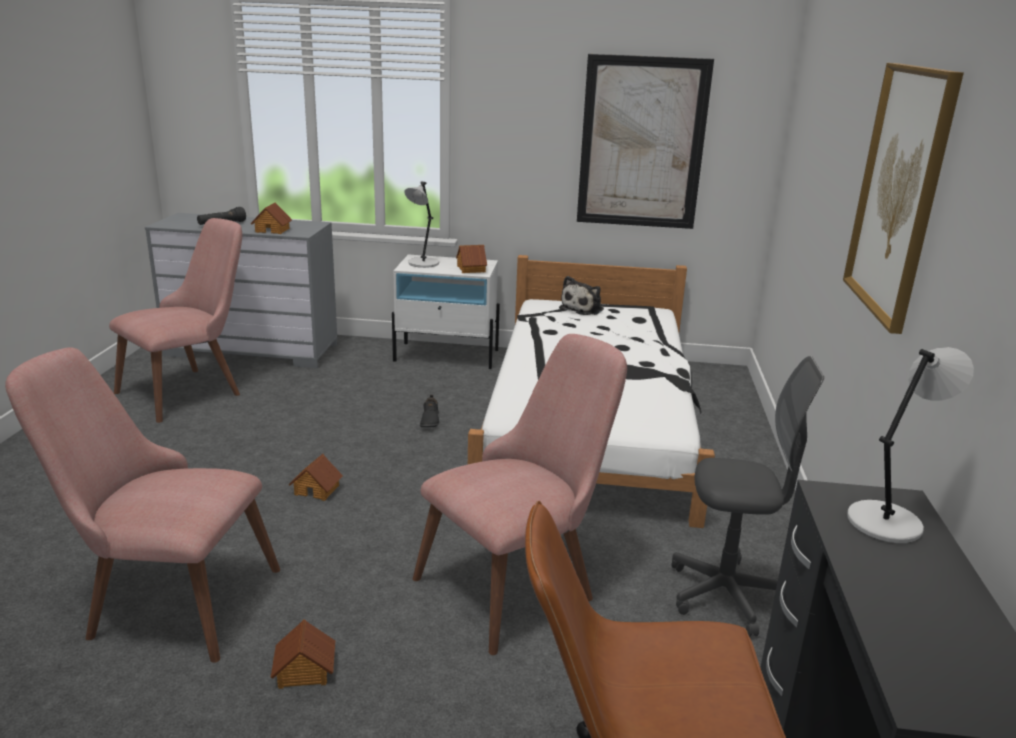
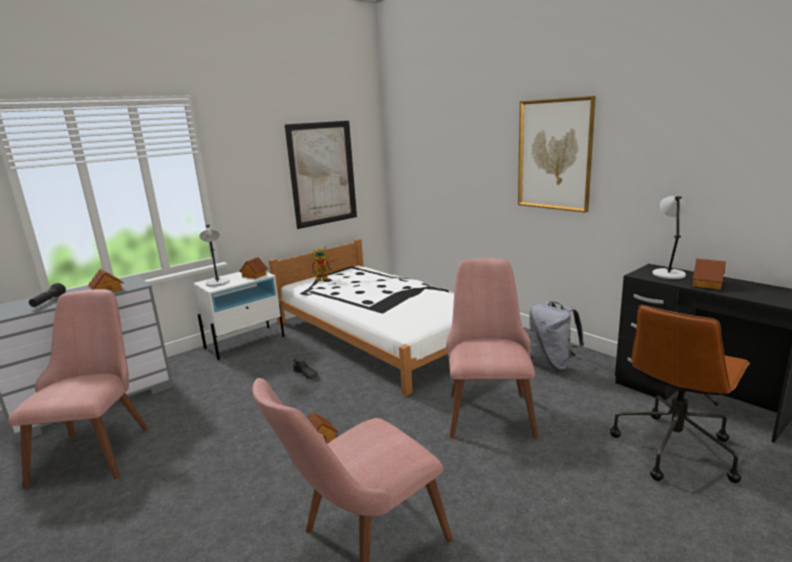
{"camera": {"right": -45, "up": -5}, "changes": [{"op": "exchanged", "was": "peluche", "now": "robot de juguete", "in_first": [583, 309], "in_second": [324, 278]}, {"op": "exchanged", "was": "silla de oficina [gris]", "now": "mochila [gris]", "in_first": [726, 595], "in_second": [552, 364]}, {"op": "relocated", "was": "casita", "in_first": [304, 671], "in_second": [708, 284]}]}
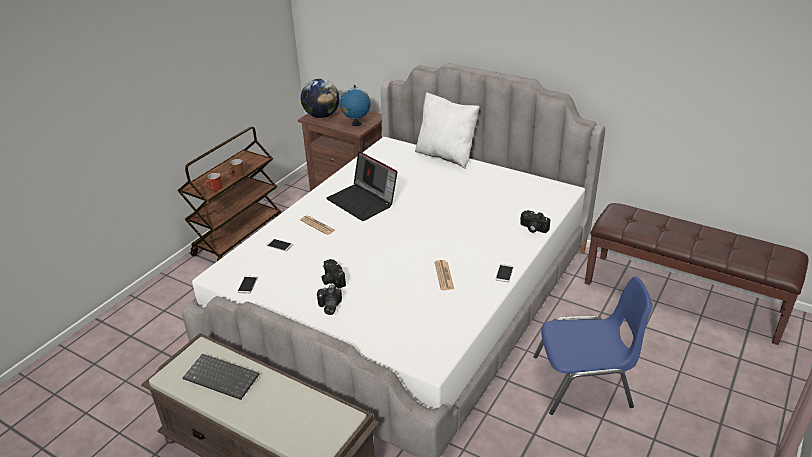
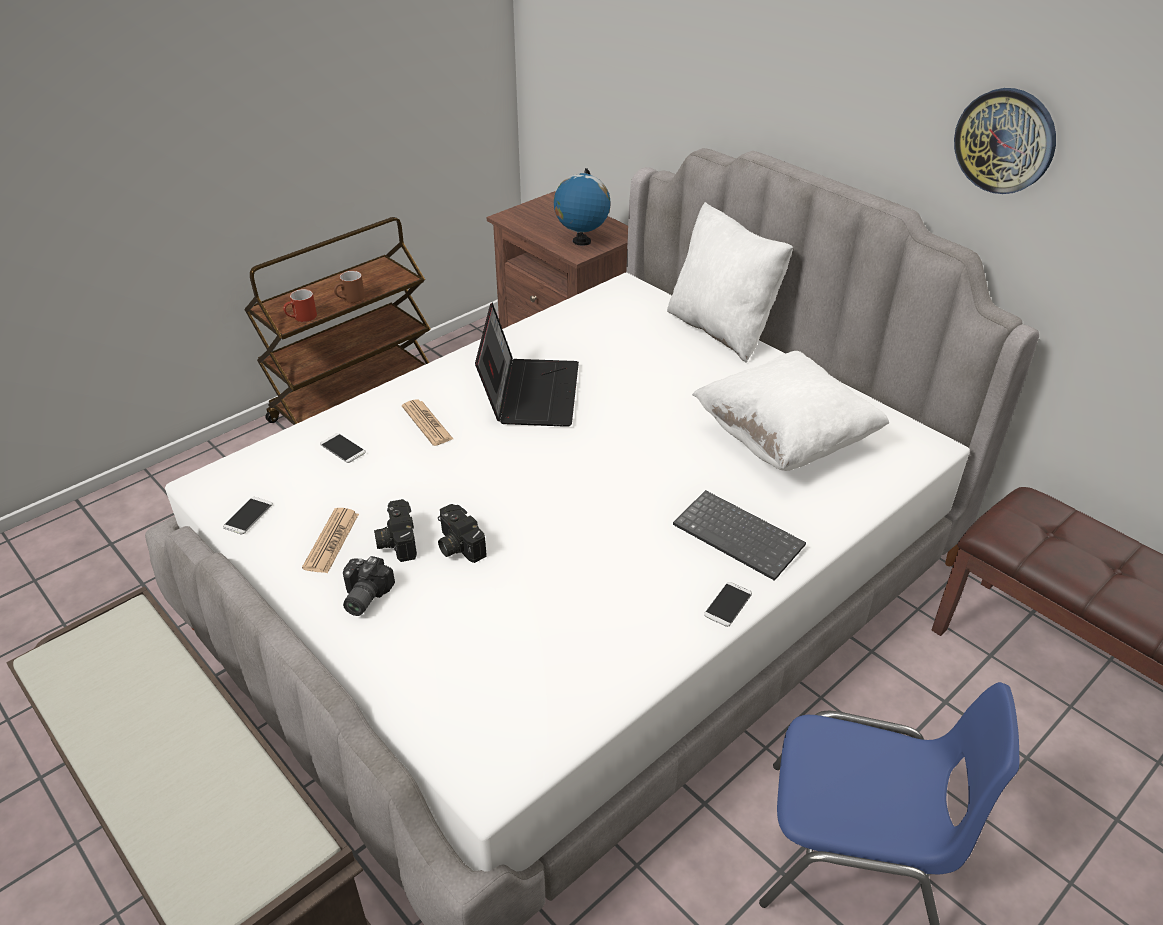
{"camera": {"right": 15, "up": 5}, "changes": [{"op": "relocated", "was": "periódico", "in_first": [444, 275], "in_second": [331, 541]}, {"op": "relocated", "was": "cámara", "in_first": [532, 228], "in_second": [457, 545]}, {"op": "spun", "was": "portátil", "in_first": [363, 202], "in_second": [529, 392], "clockwise": -150}, {"op": "relocated", "was": "teclado", "in_first": [223, 377], "in_second": [740, 536]}, {"op": "appeared", "now": "cojín [blanco]", "in_second": [784, 439]}, {"op": "appeared", "now": "reloj de pared", "in_second": [1005, 141]}, {"op": "missing", "was": "globo terráqueo", "in_first": [322, 116]}]}
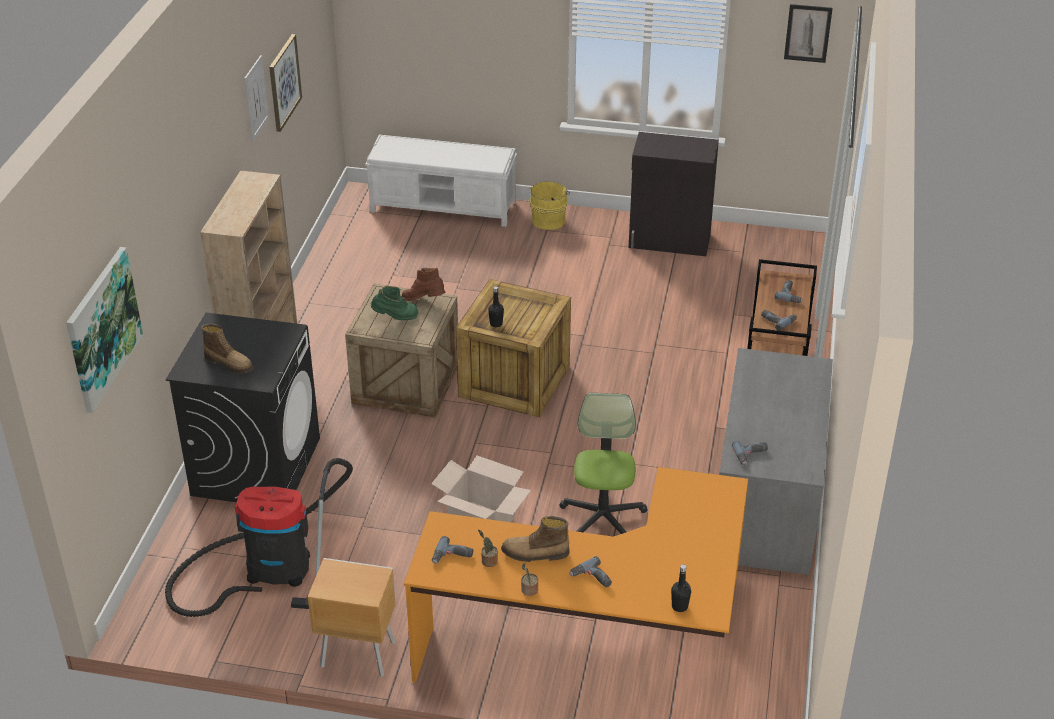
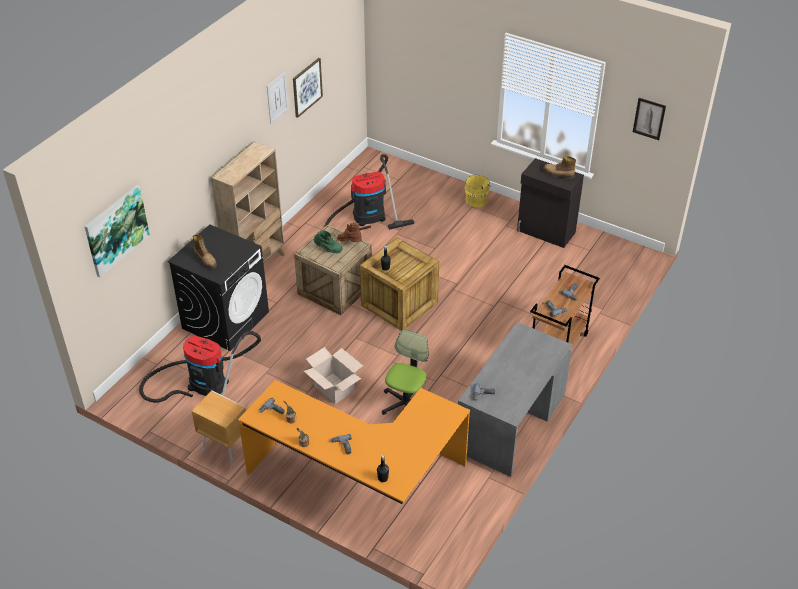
{"camera": {"right": 20, "up": 5}, "changes": [{"op": "appeared", "now": "aspiradora", "in_second": [365, 218]}, {"op": "relocated", "was": "bota", "in_first": [535, 554], "in_second": [558, 174]}, {"op": "missing", "was": "banco [blanco]", "in_first": [444, 206]}]}
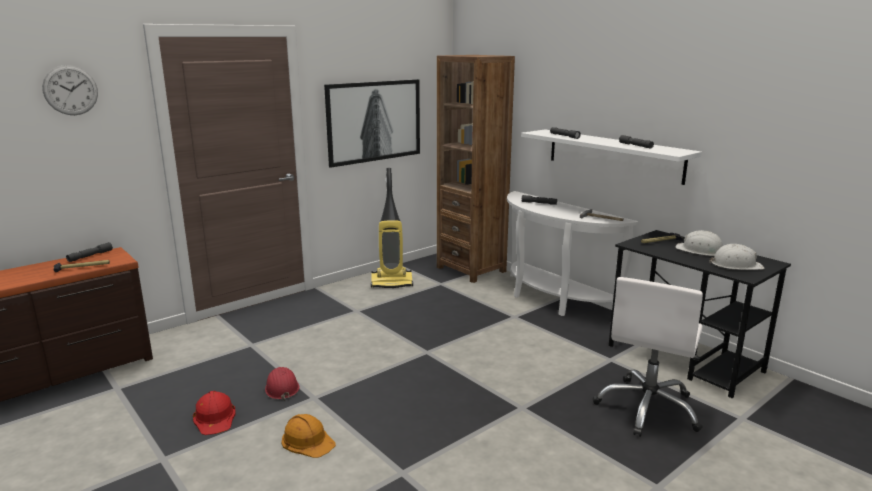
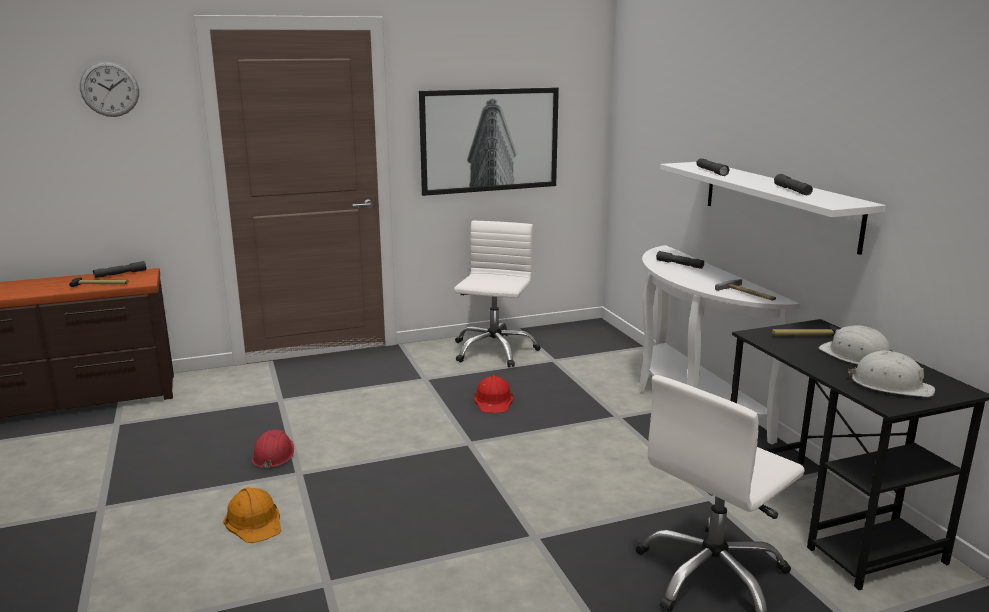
{"camera": {"right": 20, "up": 0}, "changes": [{"op": "exchanged", "was": "aspiradora", "now": "silla de oficina [blanco]", "in_first": [392, 282], "in_second": [493, 350]}, {"op": "relocated", "was": "casco [rojo]", "in_first": [215, 417], "in_second": [494, 400]}, {"op": "missing", "was": "estantería [marrón]", "in_first": [471, 269]}]}
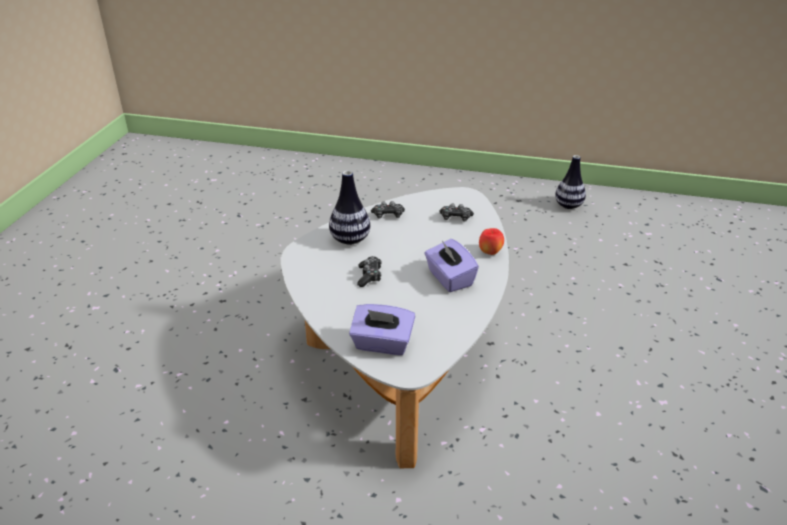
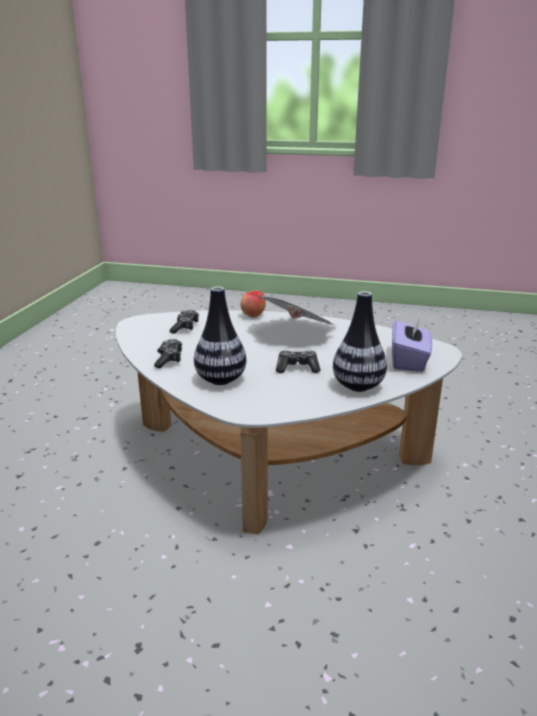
{"camera": {"right": -90, "up": -10}, "changes": [{"op": "exchanged", "was": "caja de pañuelos [morado]", "now": "periódico", "in_first": [449, 278], "in_second": [298, 333]}, {"op": "relocated", "was": "florero", "in_first": [568, 206], "in_second": [358, 386]}]}
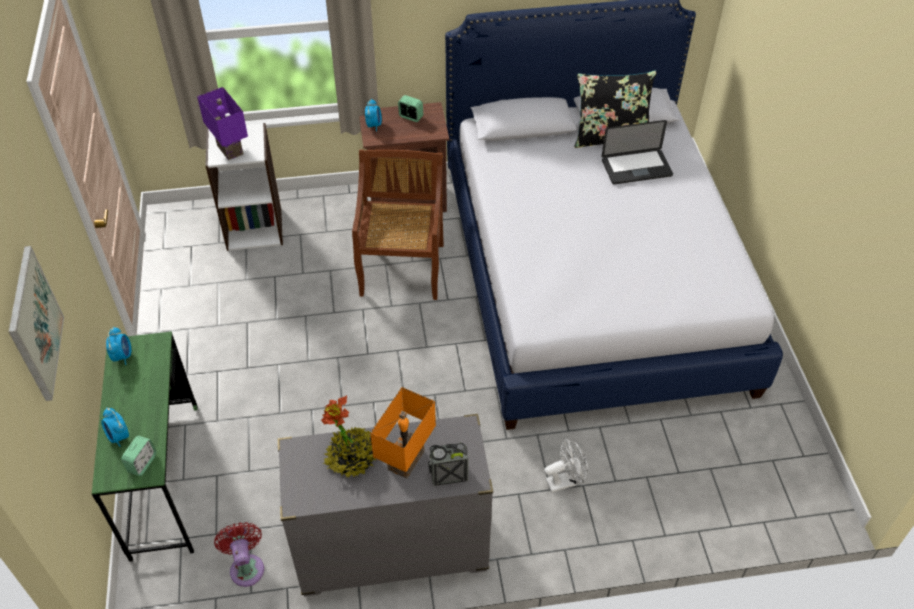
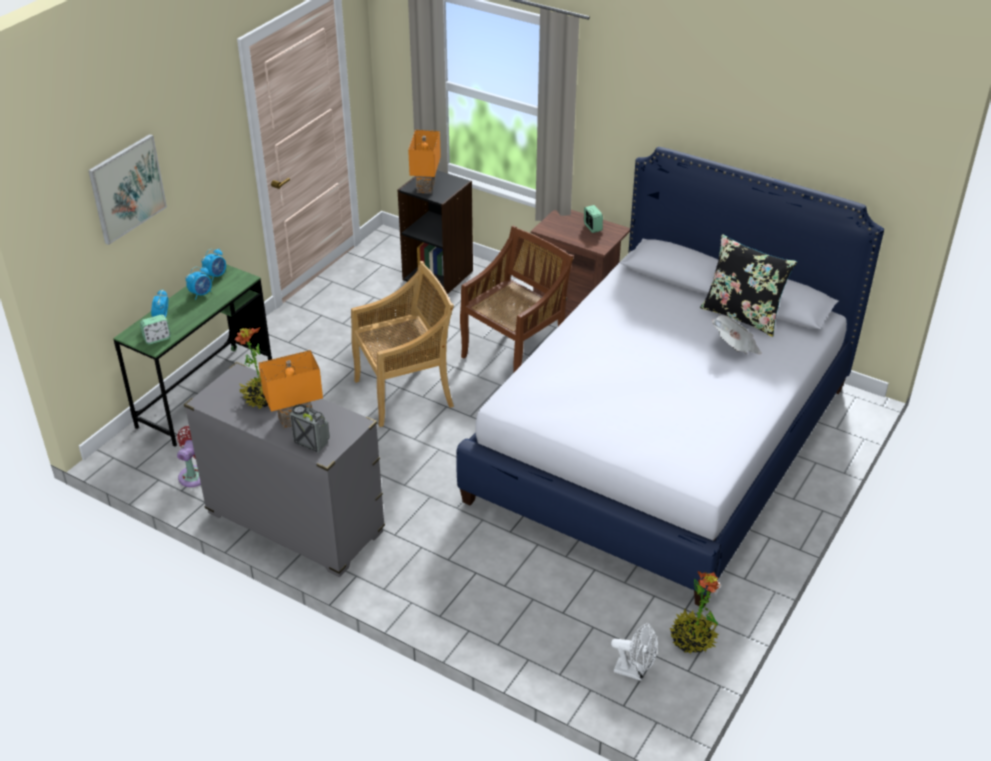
{"camera": {"right": 40, "up": -10}, "changes": [{"op": "relocated", "was": "despertador", "in_first": [374, 125], "in_second": [201, 294]}, {"op": "appeared", "now": "silla [beis]", "in_second": [405, 392]}, {"op": "colour", "was": "estantería [blanco]", "now": "estantería [negro]", "in_first": [254, 228], "in_second": [438, 275]}, {"op": "colour", "was": "lámpara de mesa [morado]", "now": "lámpara de mesa [naranja]", "in_first": [231, 149], "in_second": [427, 187]}, {"op": "relocated", "was": "ventilador [blanco]", "in_first": [565, 481], "in_second": [635, 671]}, {"op": "appeared", "now": "planta en maceta", "in_second": [692, 639]}, {"op": "exchanged", "was": "portátil", "now": "periódico", "in_first": [636, 168], "in_second": [735, 347]}]}
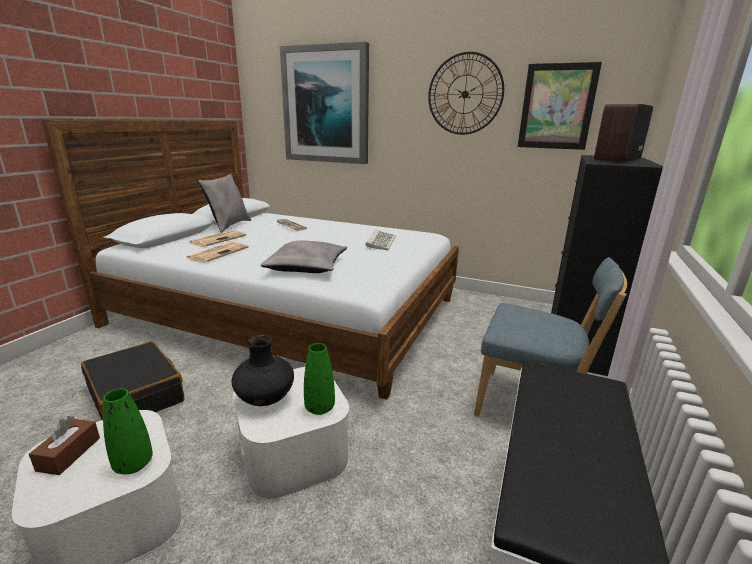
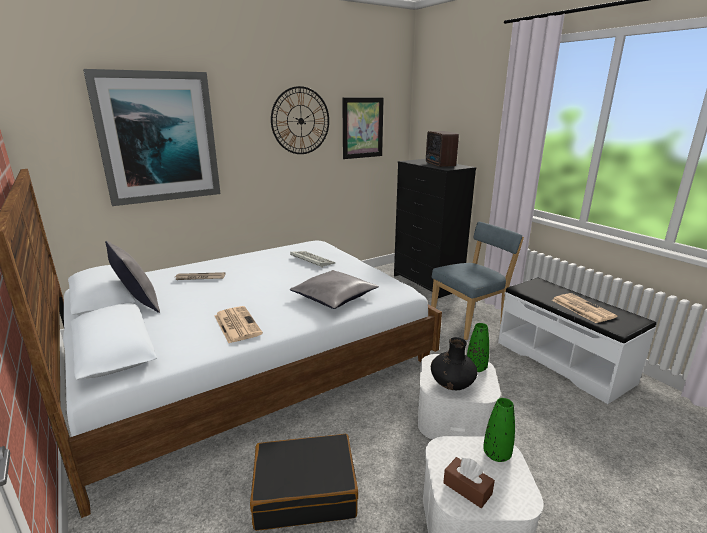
{"camera": {"right": -55, "up": 0}, "changes": [{"op": "relocated", "was": "periódico", "in_first": [218, 239], "in_second": [581, 308]}]}
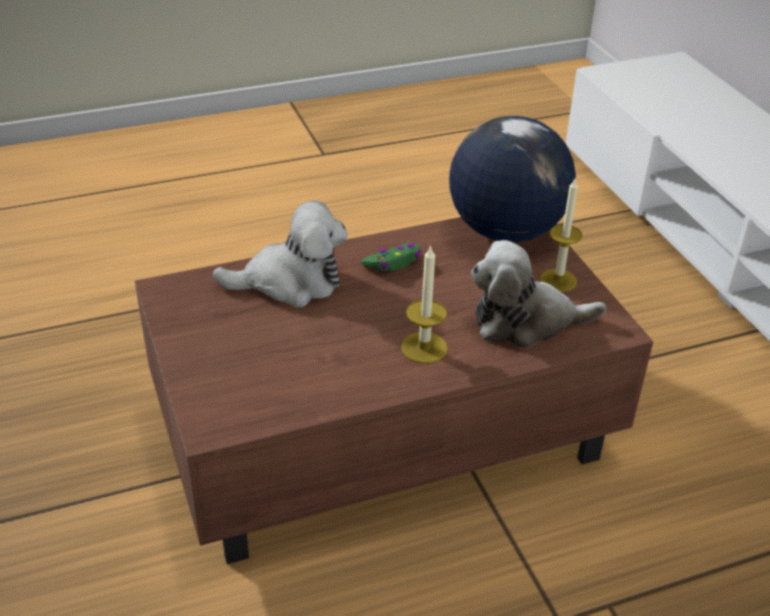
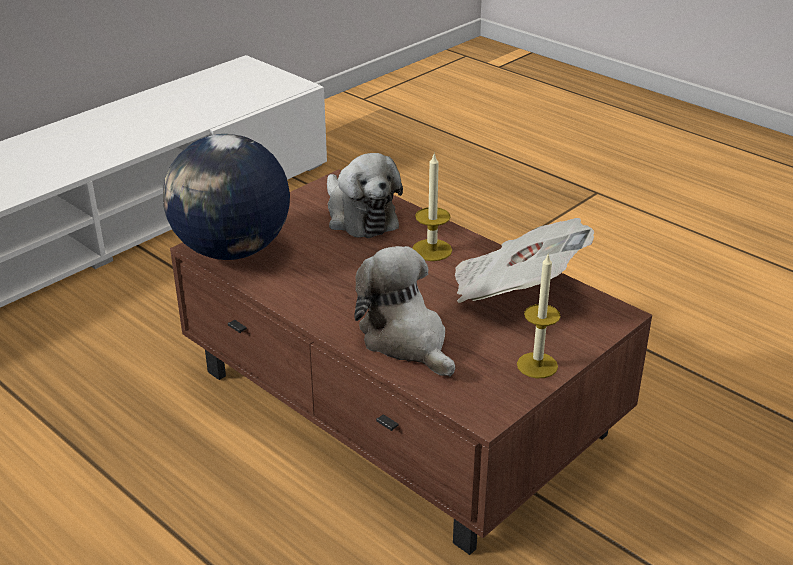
{"camera": {"right": -115, "up": -5}, "changes": [{"op": "appeared", "now": "periódico", "in_second": [514, 290]}, {"op": "relocated", "was": "vela", "in_first": [558, 280], "in_second": [537, 365]}, {"op": "missing", "was": "mando de consola [verde]", "in_first": [393, 263]}]}
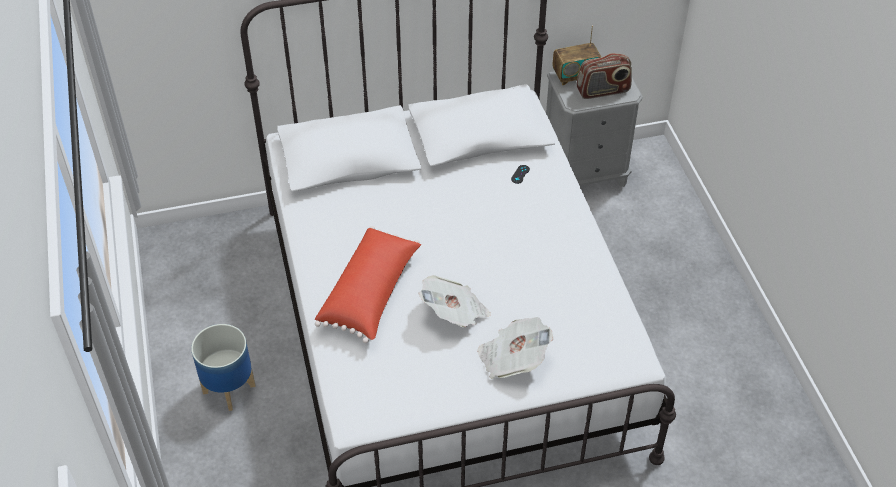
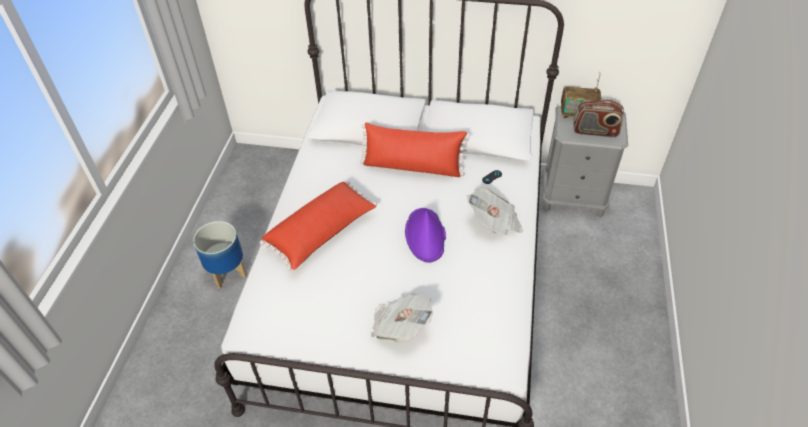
{"camera": {"right": 25, "up": 0}, "changes": [{"op": "appeared", "now": "cojín [rojo]", "in_second": [413, 167]}, {"op": "appeared", "now": "sombrero [morado]", "in_second": [425, 236]}, {"op": "relocated", "was": "periódico", "in_first": [455, 313], "in_second": [494, 222]}]}
